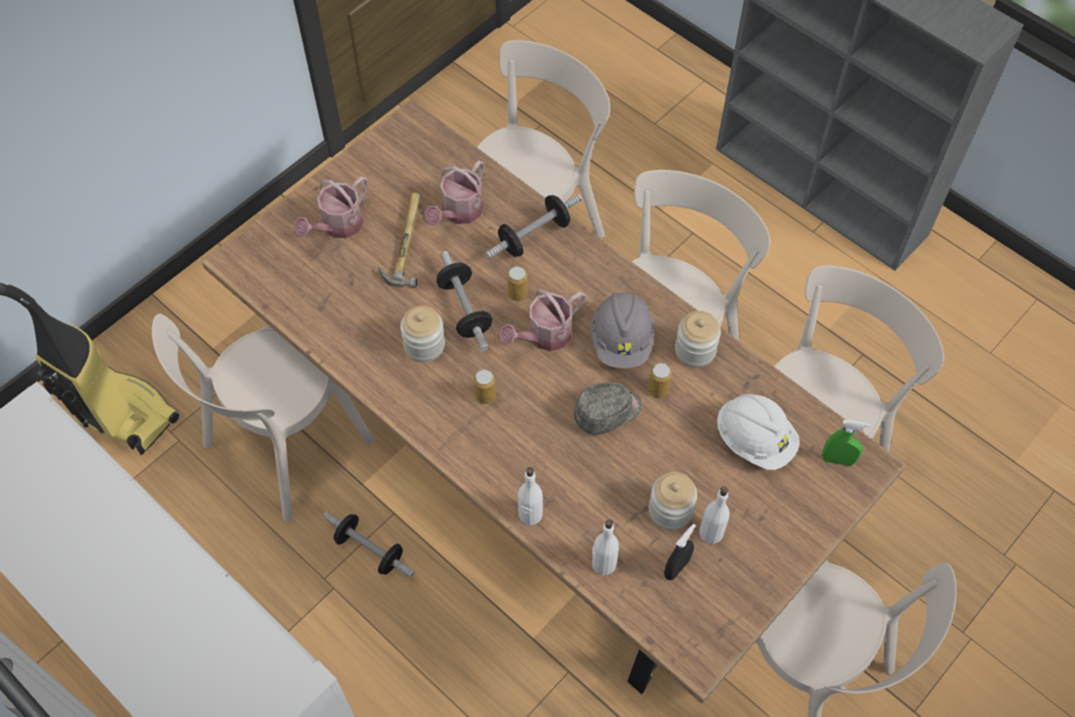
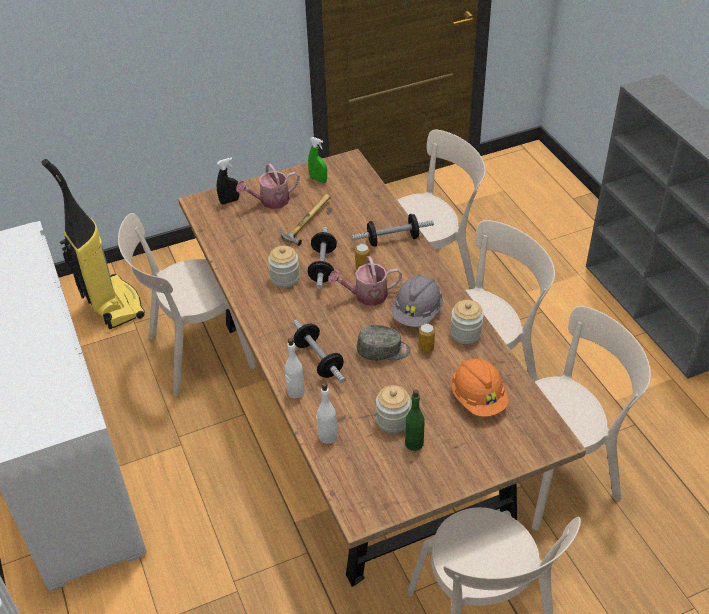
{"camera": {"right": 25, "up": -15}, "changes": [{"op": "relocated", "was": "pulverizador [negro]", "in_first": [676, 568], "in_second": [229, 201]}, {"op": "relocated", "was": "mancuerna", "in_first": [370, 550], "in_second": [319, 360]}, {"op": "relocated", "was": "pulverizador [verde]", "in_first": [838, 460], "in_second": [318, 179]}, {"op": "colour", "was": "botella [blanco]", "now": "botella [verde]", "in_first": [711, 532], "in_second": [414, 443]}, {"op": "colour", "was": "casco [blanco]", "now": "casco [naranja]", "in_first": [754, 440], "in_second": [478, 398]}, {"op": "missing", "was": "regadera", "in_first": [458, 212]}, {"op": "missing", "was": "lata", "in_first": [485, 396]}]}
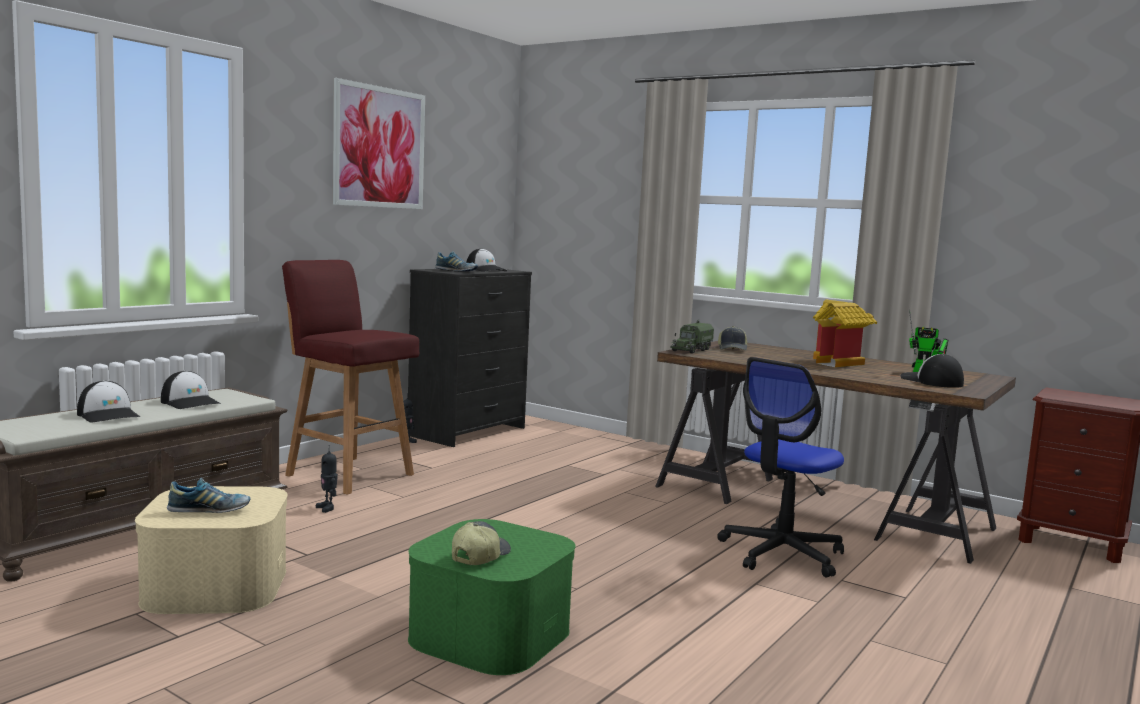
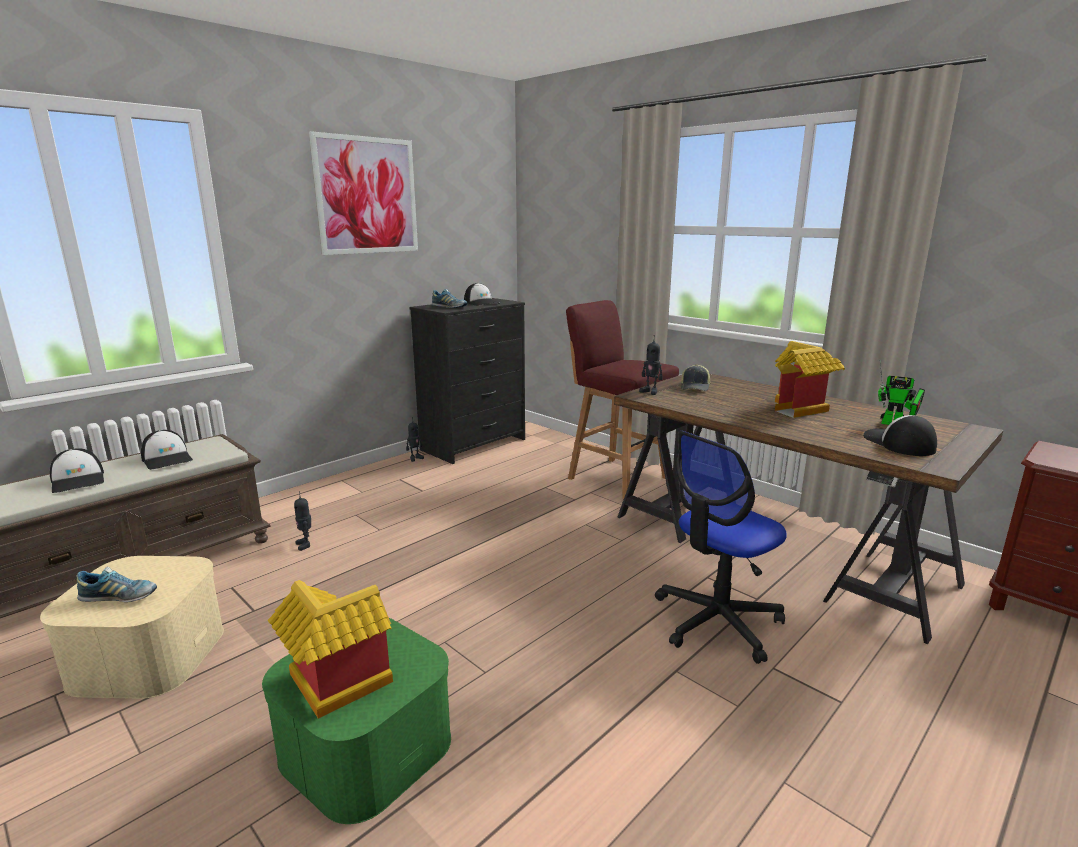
{"camera": {"right": 10, "up": 10}, "changes": [{"op": "exchanged", "was": "gorra", "now": "casita", "in_first": [479, 556], "in_second": [332, 687]}, {"op": "relocated", "was": "taburete [rojo]", "in_first": [348, 474], "in_second": [616, 477]}, {"op": "exchanged", "was": "camión de juguete", "now": "robot de juguete", "in_first": [691, 350], "in_second": [650, 392]}]}
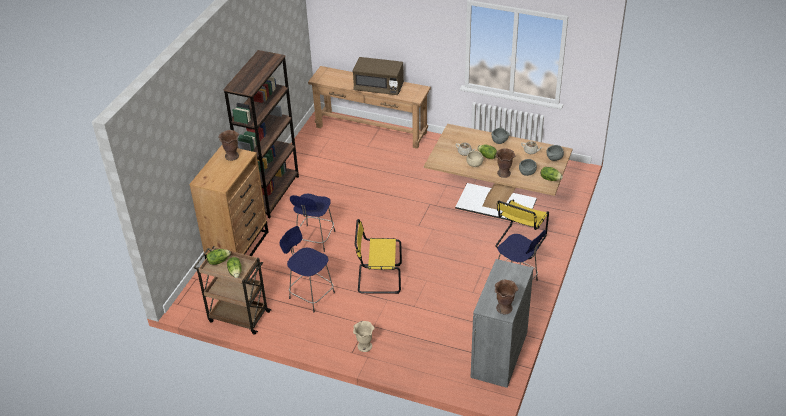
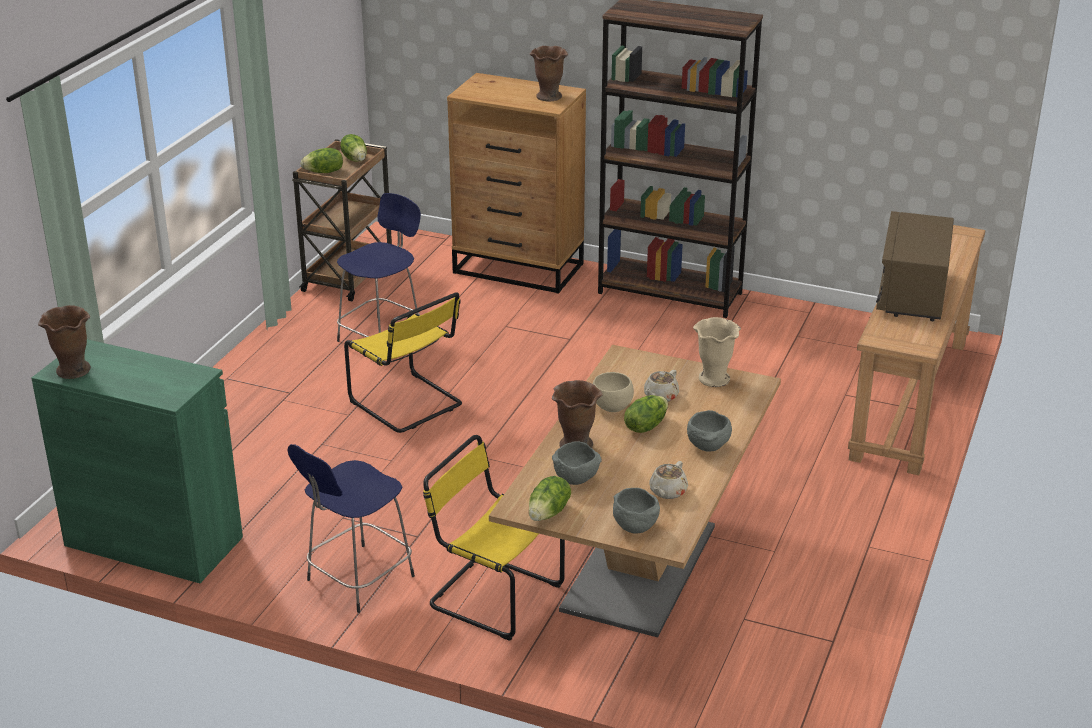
{"camera": {"right": 90, "up": -10}, "changes": [{"op": "colour", "was": "armario [gris]", "now": "armario [verde]", "in_first": [499, 354], "in_second": [153, 541]}, {"op": "spun", "was": "silla [amarillo]", "in_first": [377, 279], "in_second": [409, 404], "clockwise": 135}, {"op": "relocated", "was": "florero [beis]", "in_first": [364, 346], "in_second": [714, 378]}, {"op": "missing", "was": "taburete [azul]", "in_first": [315, 239]}]}
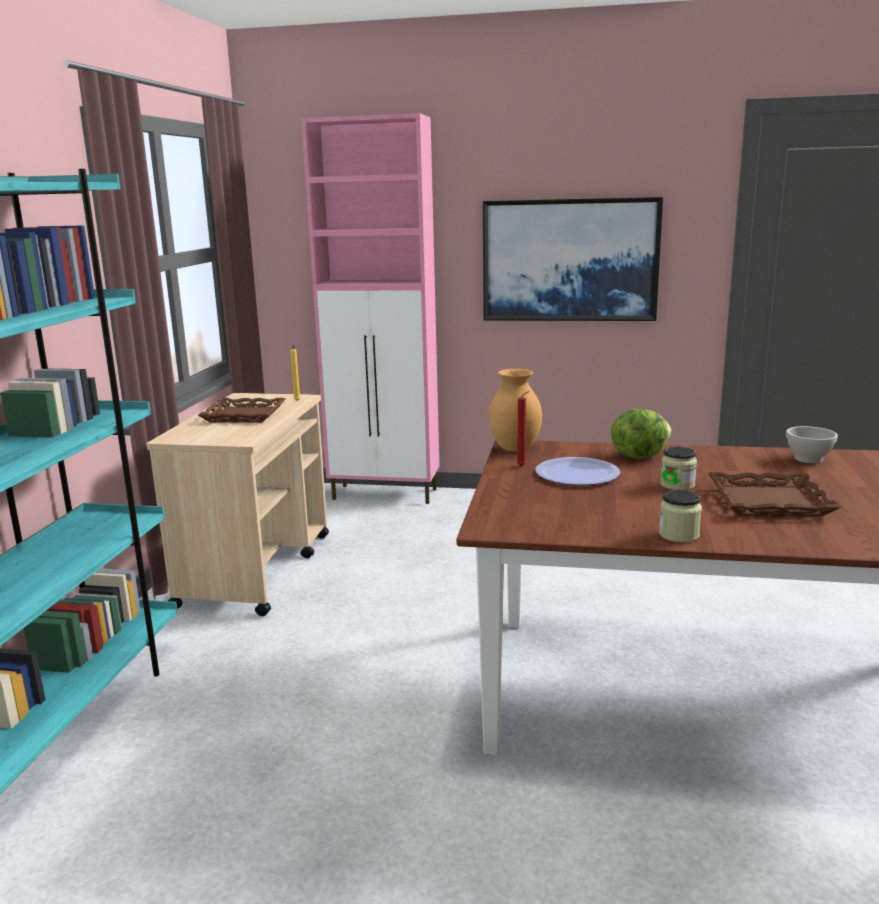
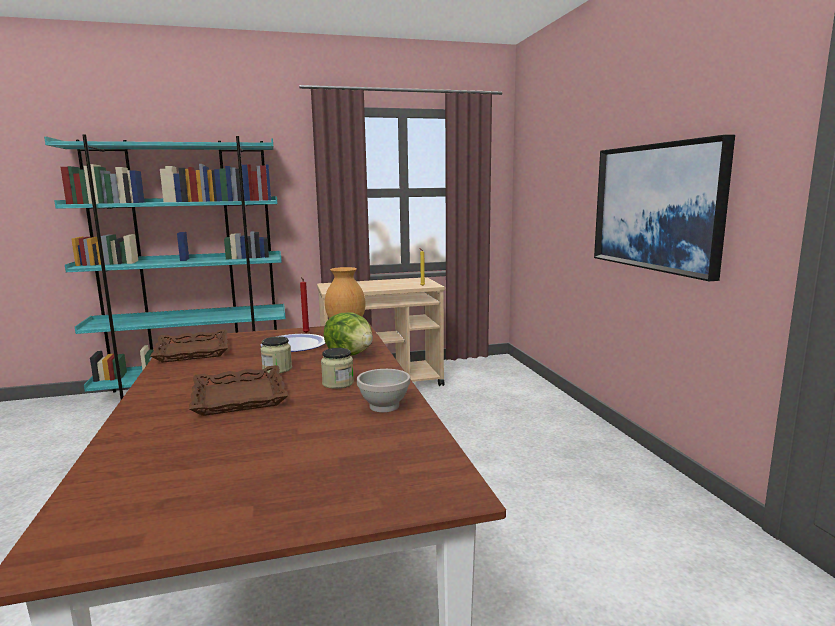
{"camera": {"right": 65, "up": -5}, "changes": [{"op": "relocated", "was": "bandeja [marrón]", "in_first": [244, 415], "in_second": [193, 351]}, {"op": "relocated", "was": "tarro", "in_first": [679, 535], "in_second": [338, 383]}, {"op": "missing", "was": "armario [rosa]", "in_first": [386, 494]}]}
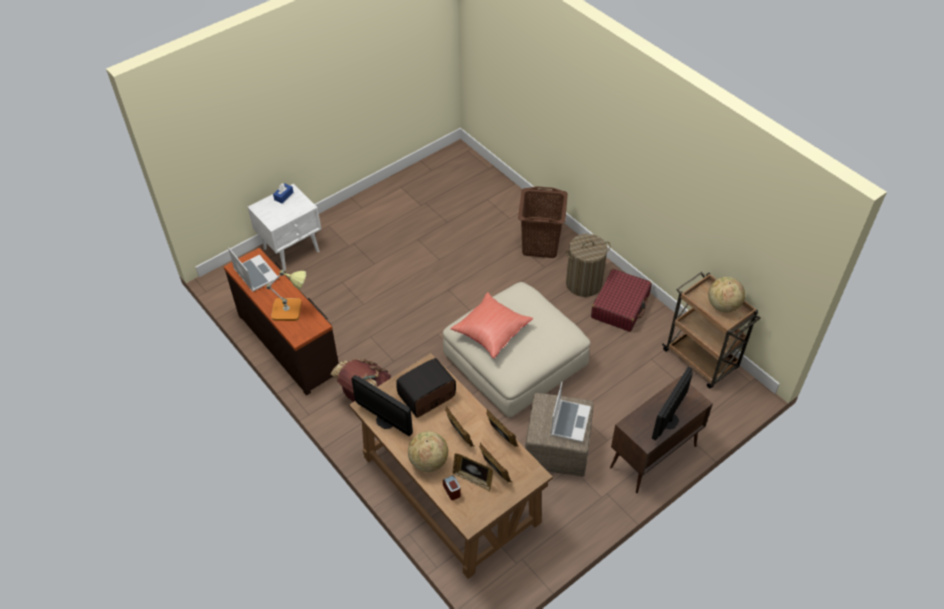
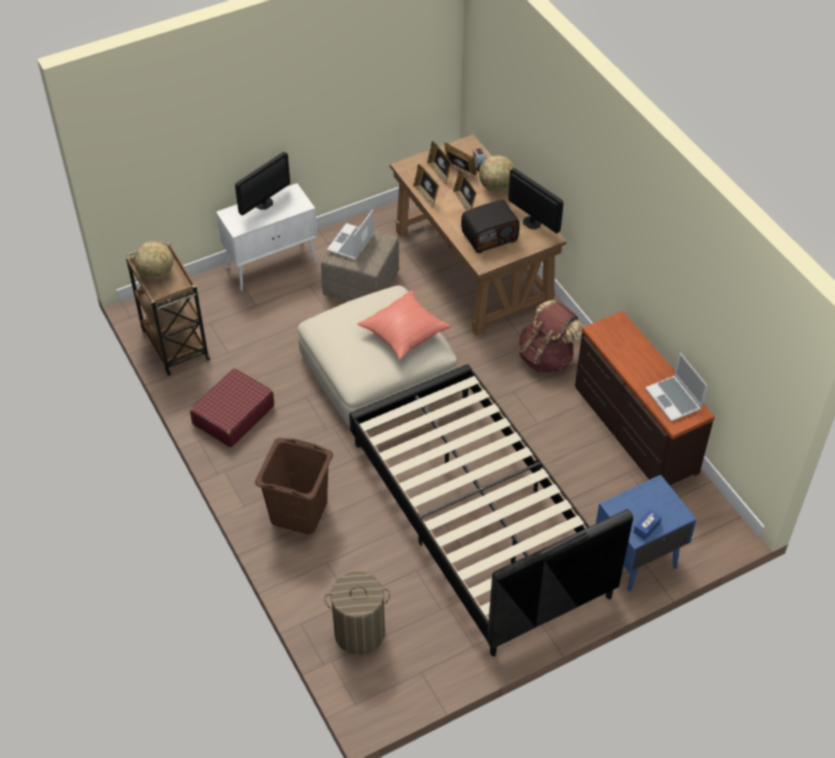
{"camera": {"right": -170, "up": 0}, "changes": [{"op": "colour", "was": "armario [marrón]", "now": "armario [blanco]", "in_first": [652, 457], "in_second": [272, 265]}, {"op": "relocated", "was": "cesto de la ropa", "in_first": [584, 283], "in_second": [359, 633]}, {"op": "appeared", "now": "cama [negro]", "in_second": [478, 518]}, {"op": "colour", "was": "mesita de noche [blanco]", "now": "mesita de noche [azul]", "in_first": [292, 249], "in_second": [636, 559]}, {"op": "missing", "was": "lámpara de mesa", "in_first": [291, 310]}]}
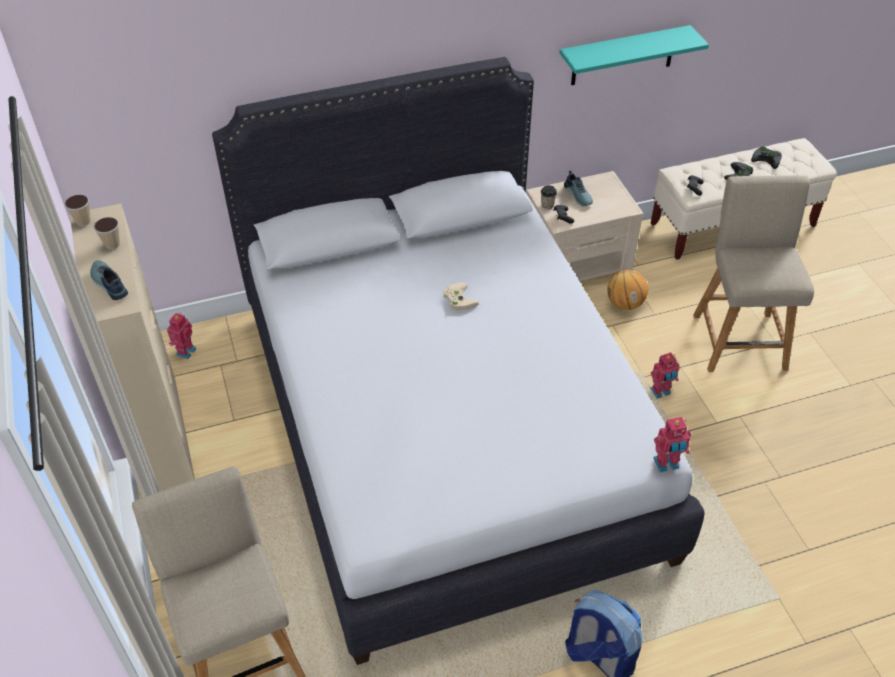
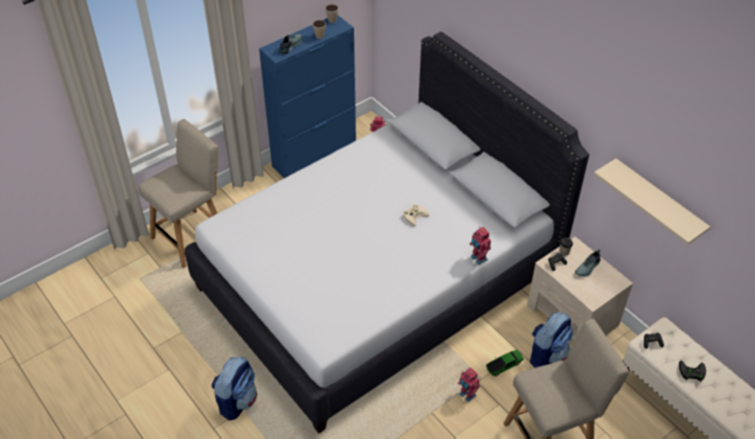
{"camera": {"right": 70, "up": 0}, "changes": [{"op": "colour", "was": "armario [beis]", "now": "armario [azul]", "in_first": [163, 433], "in_second": [315, 155]}, {"op": "relocated", "was": "robot de juguete", "in_first": [666, 464], "in_second": [478, 258]}, {"op": "appeared", "now": "coche de juguete", "in_second": [504, 365]}, {"op": "exchanged", "was": "balón de baloncesto", "now": "mochila", "in_first": [624, 304], "in_second": [546, 355]}, {"op": "colour", "was": "estante [turquesa]", "now": "estante [beis]", "in_first": [623, 56], "in_second": [657, 203]}, {"op": "missing", "was": "mando de consola [negro]", "in_first": [767, 159]}]}
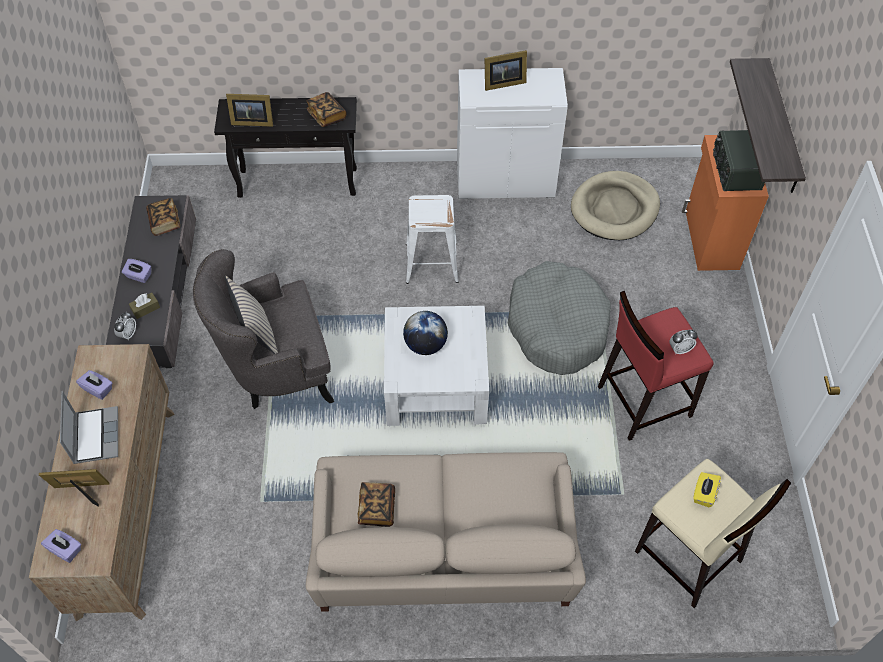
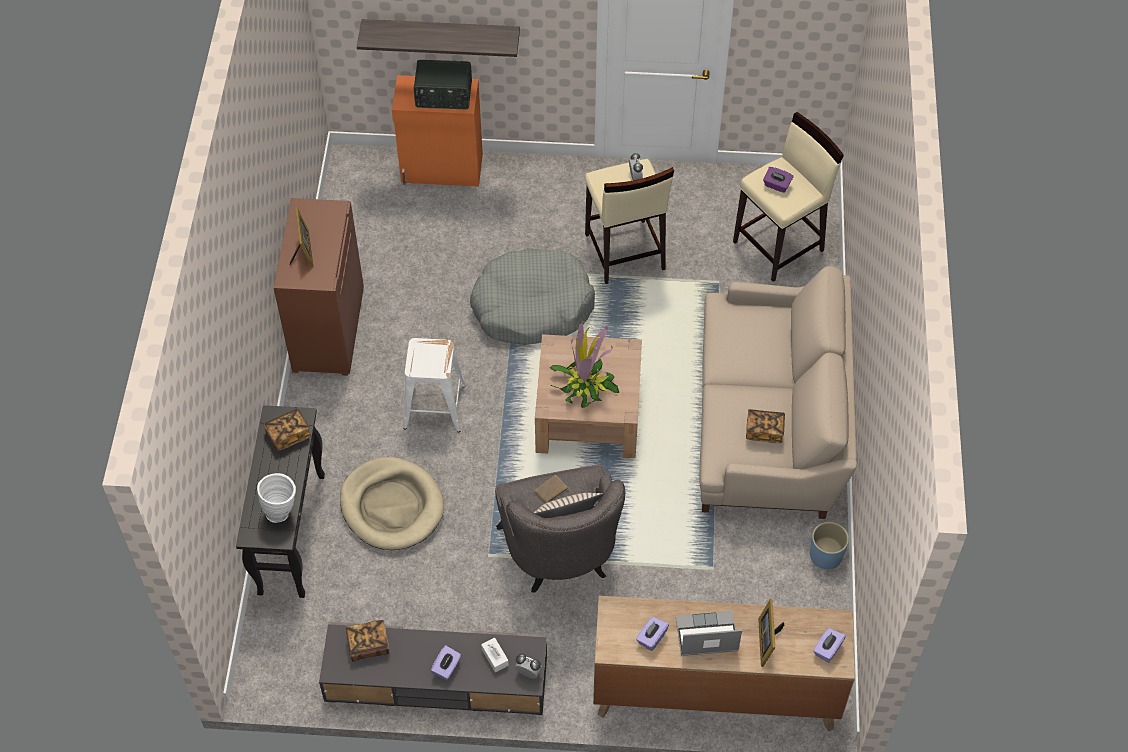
{"camera": {"right": -85, "up": 0}, "changes": [{"op": "exchanged", "was": "portarretratos", "now": "florero [blanco]", "in_first": [251, 121], "in_second": [282, 510]}, {"op": "colour", "was": "armario [blanco]", "now": "armario [marrón]", "in_first": [505, 179], "in_second": [327, 329]}, {"op": "relocated", "was": "cama para perro [beis]", "in_first": [614, 209], "in_second": [392, 506]}, {"op": "colour", "was": "caja de pañuelos [marrón]", "now": "caja de pañuelos [blanco]", "in_first": [145, 309], "in_second": [495, 657]}, {"op": "colour", "was": "mesa de centro [blanco]", "now": "mesa de centro [marrón]", "in_first": [435, 382], "in_second": [588, 413]}, {"op": "appeared", "now": "libro [marrón]", "in_second": [551, 491]}, {"op": "exchanged", "was": "globo terráqueo", "now": "planta en maceta", "in_first": [425, 345], "in_second": [585, 385]}, {"op": "colour", "was": "taburete [rojo]", "now": "taburete [beis]", "in_first": [643, 401], "in_second": [624, 252]}, {"op": "colour", "was": "caja de pañuelos [amarillo]", "now": "caja de pañuelos [morado]", "in_first": [704, 494], "in_second": [776, 185]}, {"op": "appeared", "now": "maceta [azul]", "in_second": [826, 555]}]}
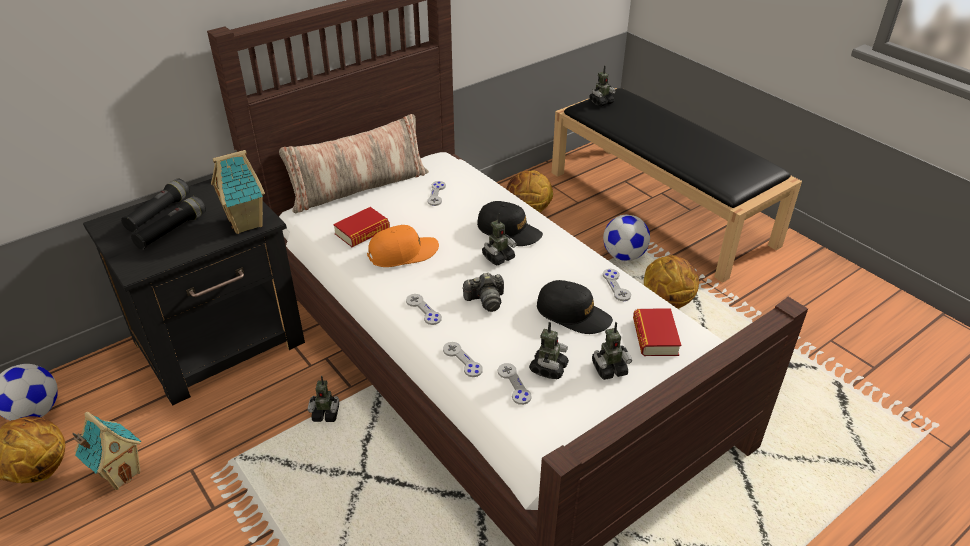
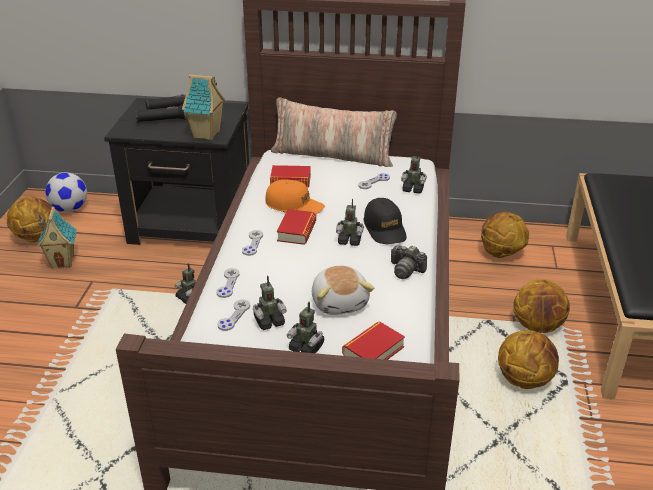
{"camera": {"right": 45, "up": -5}, "changes": [{"op": "appeared", "now": "libro", "in_second": [297, 231]}, {"op": "exchanged", "was": "gorra [negro]", "now": "peluche", "in_first": [573, 314], "in_second": [340, 302]}, {"op": "relocated", "was": "cámara", "in_first": [485, 300], "in_second": [406, 270]}, {"op": "relocated", "was": "robot de juguete", "in_first": [601, 102], "in_second": [413, 189]}, {"op": "exchanged", "was": "balón de fútbol", "now": "balón de baloncesto", "in_first": [624, 256], "in_second": [538, 326]}, {"op": "missing", "was": "mando de consola [gris]", "in_first": [616, 285]}]}
